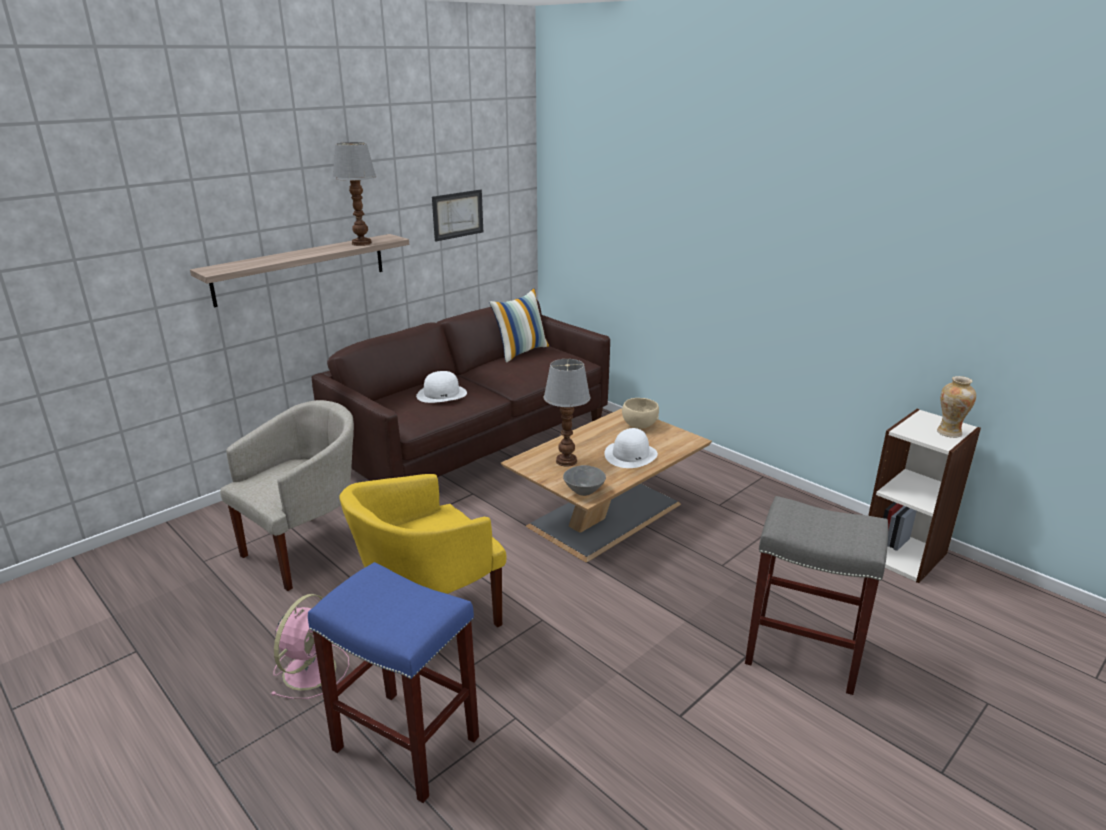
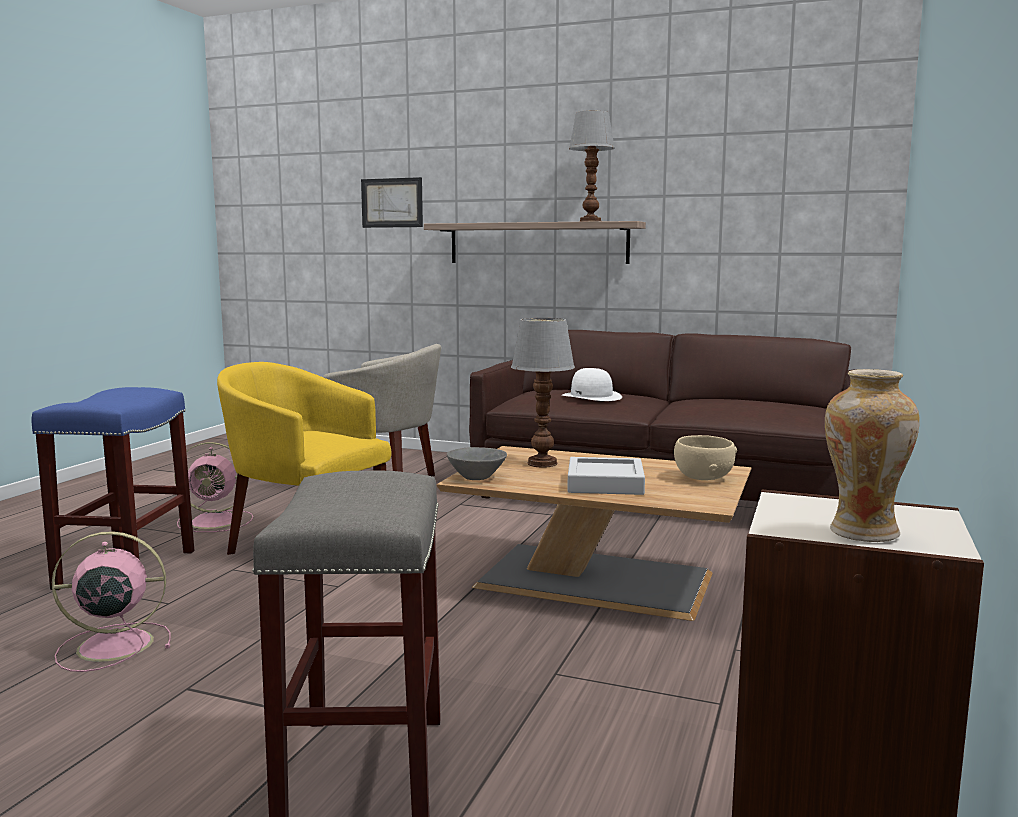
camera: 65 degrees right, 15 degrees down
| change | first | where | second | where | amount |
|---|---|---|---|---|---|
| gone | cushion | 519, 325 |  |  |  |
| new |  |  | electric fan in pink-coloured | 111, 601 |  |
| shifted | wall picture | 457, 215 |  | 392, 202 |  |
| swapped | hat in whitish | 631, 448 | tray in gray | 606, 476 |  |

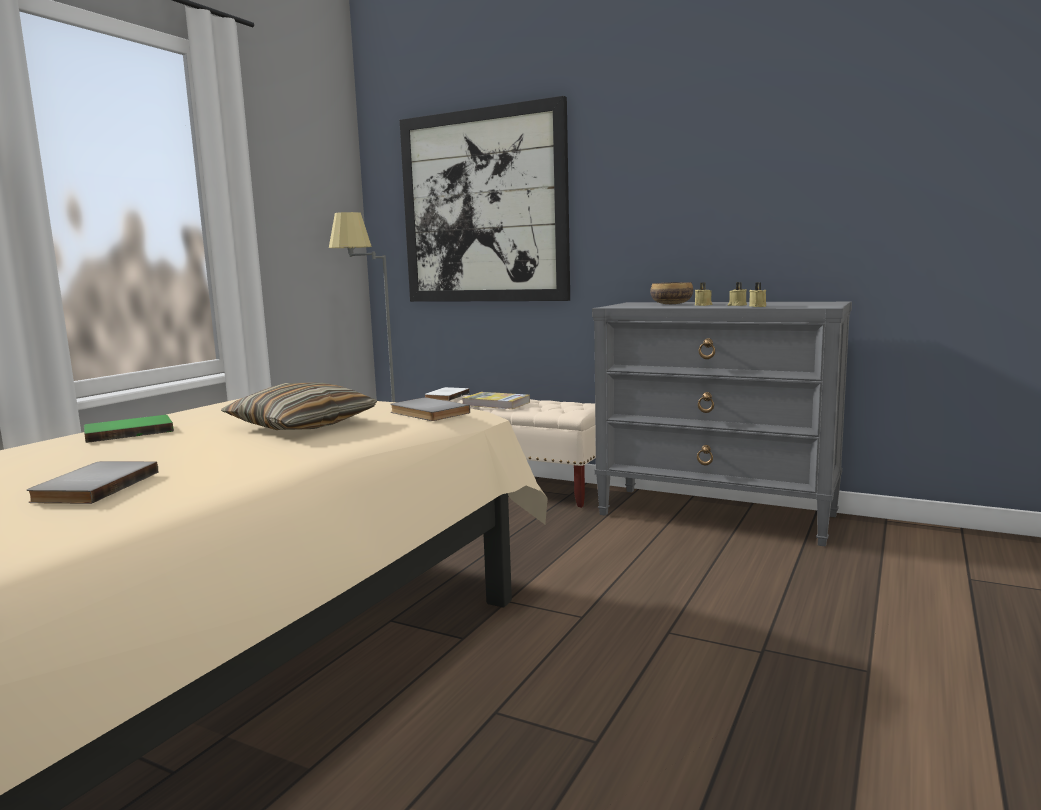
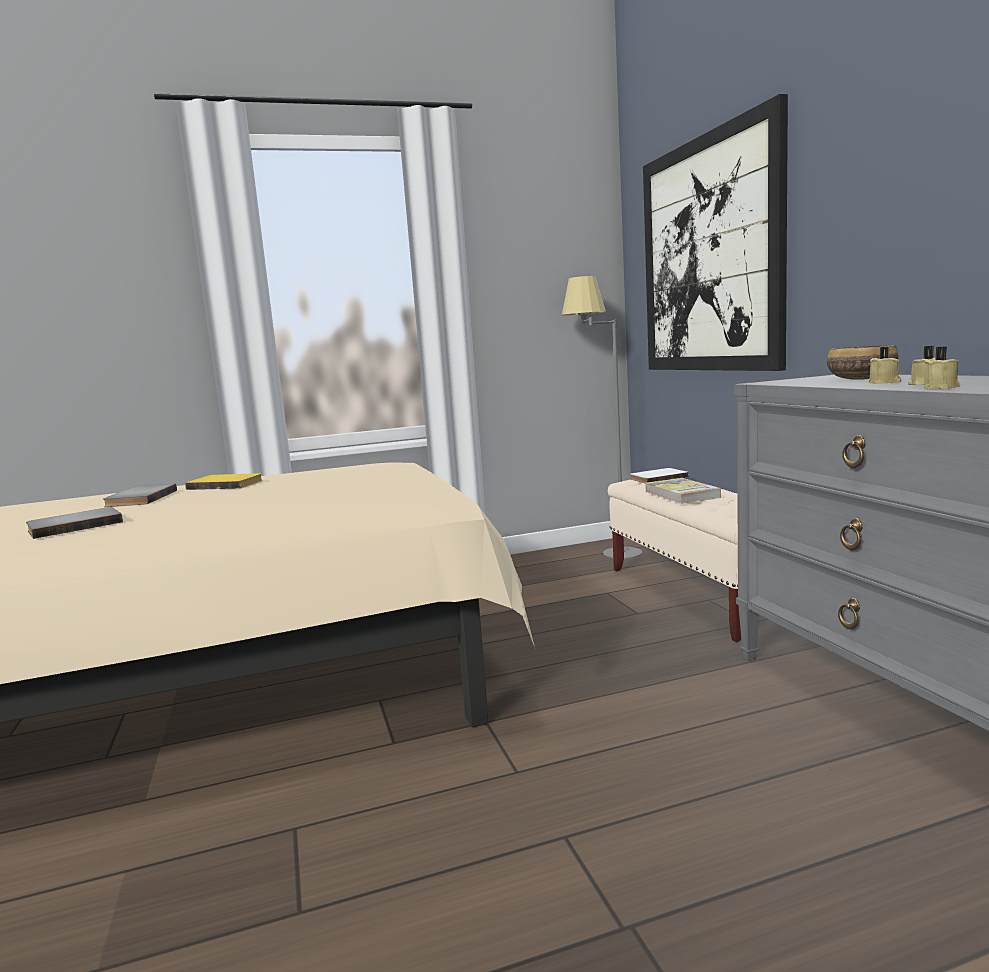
camera: 45 degrees right, 0 degrees up
| change | first | where | second | where | amount |
|---|---|---|---|---|---|
| gone | cushion | 299, 406 |  |  |  |
| shifted | bound book in gray | 430, 409 |  | 140, 495 |  |
| repainted | bound book in green-coloured | 129, 429 | bound book in yellow-coloured | 224, 481 |  |

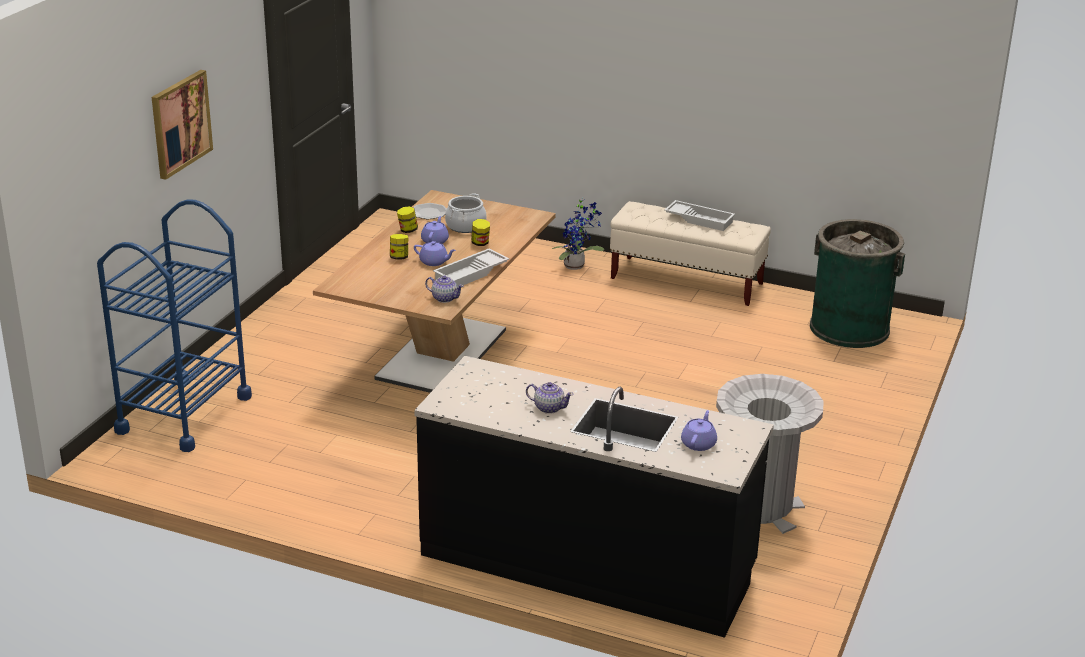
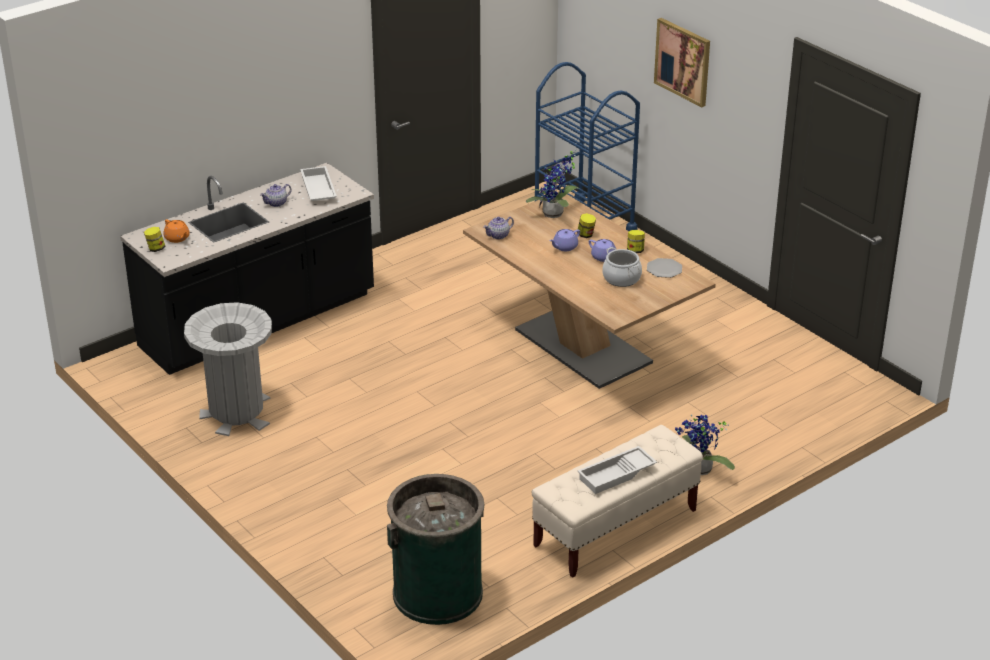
camera: 120 degrees right, 5 degrees up
| change | first | where | second | where | amount |
|---|---|---|---|---|---|
| new |  |  | plant in a pot | 553, 184 |  |
| shifted | tray in whitish | 471, 267 |  | 318, 183 |  |
| shifted | jar | 480, 232 |  | 155, 239 |  |
| repainted | tea pot in purple-coloured | 699, 430 | tea pot in orangey | 176, 231 |  |

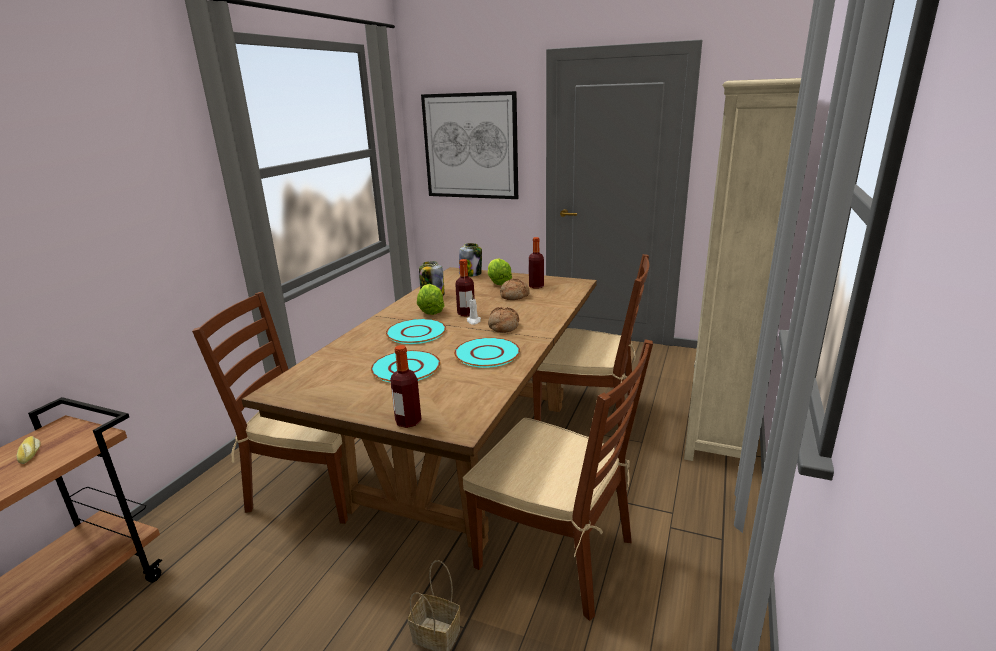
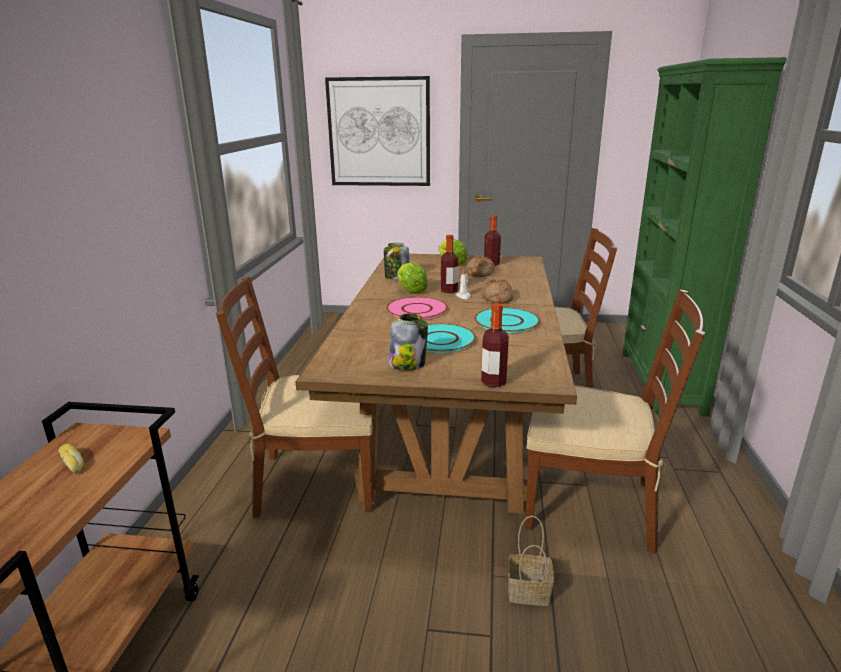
camera: 15 degrees left, 0 degrees up
| change | first | where | second | where | amount |
|---|---|---|---|---|---|
| shifted | jar | 470, 259 |  | 408, 342 |  |
| repainted | plate in turquoise-coloured | 416, 331 | plate in pink-coloured | 417, 308 |  |
| repainted | bookcase in beige | 742, 269 | bookcase in green-coloured | 704, 237 |  |

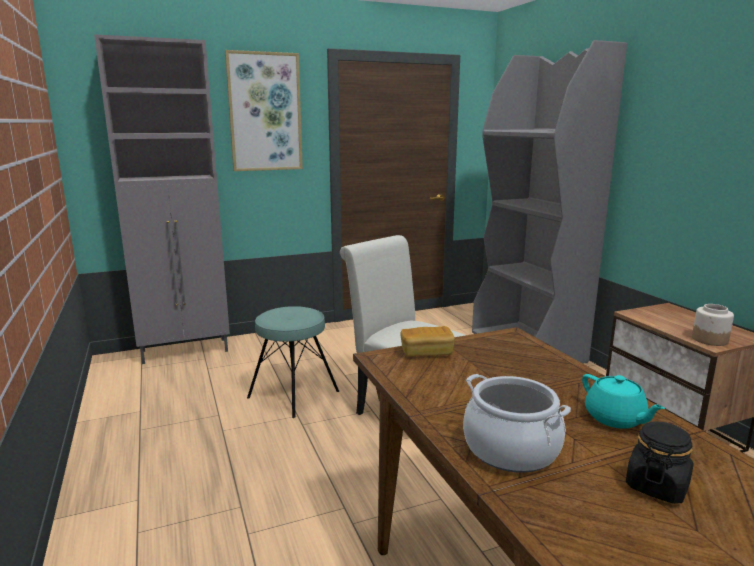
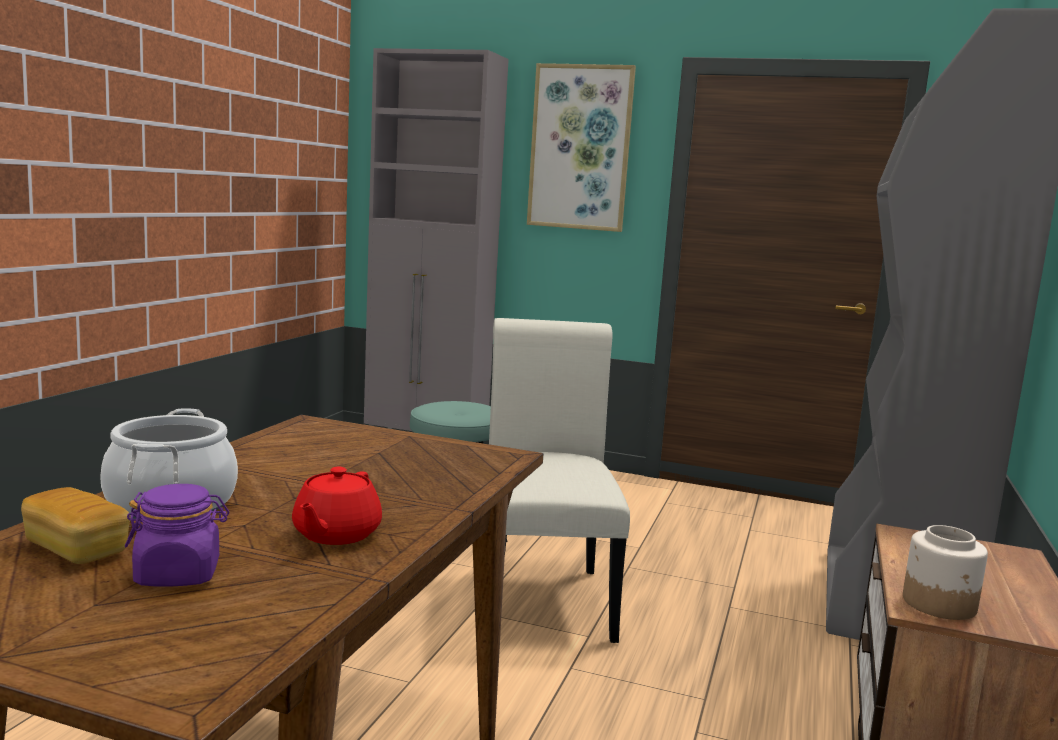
camera: 40 degrees right, 5 degrees down
| change | first | where | second | where | amount |
|---|---|---|---|---|---|
| shifted | baked bread | 427, 341 |  | 75, 525 |  |
| repainted | tea pot in turquoise-coloured | 623, 401 | tea pot in red | 337, 506 |  |
| repainted | jar in black-coloured | 659, 462 | jar in purple-coloured | 177, 535 |  |

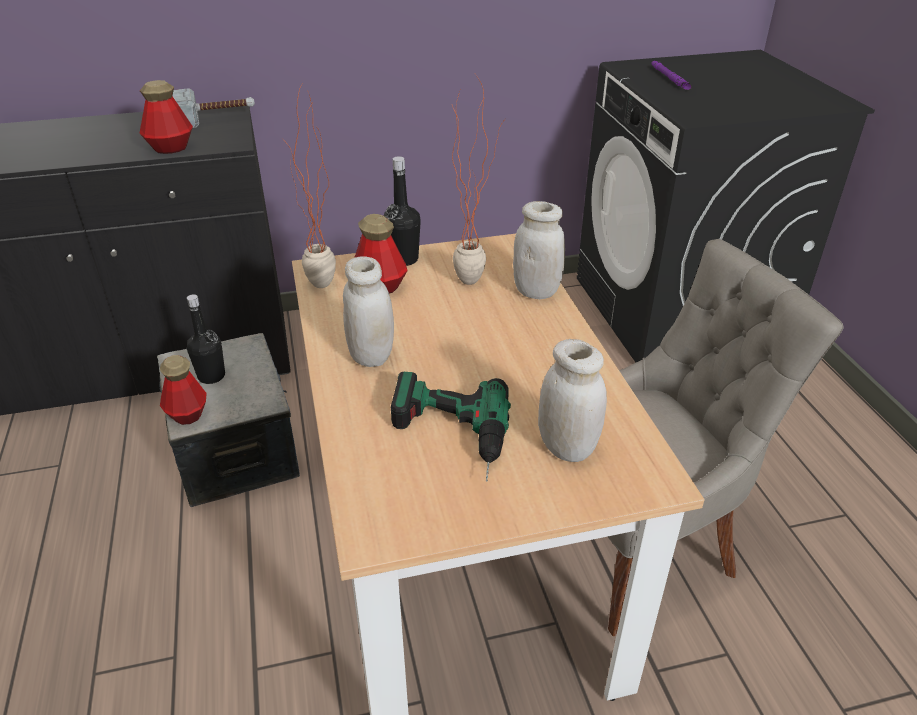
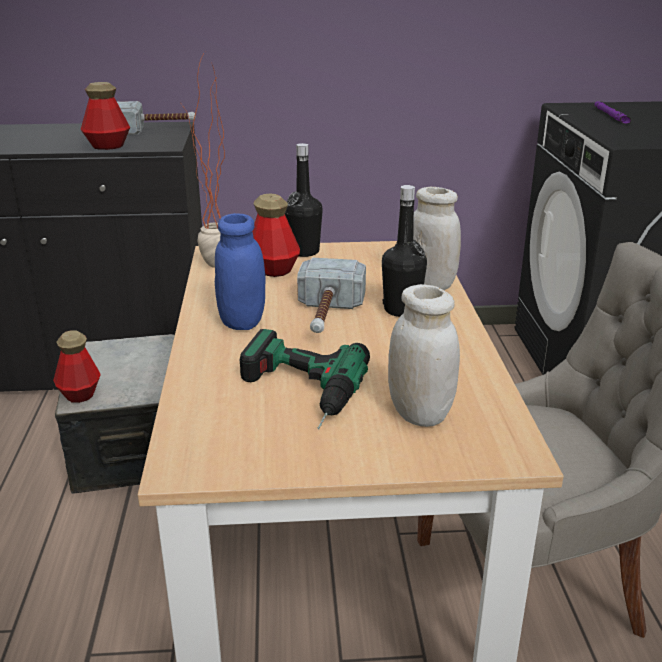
camera: 10 degrees right, 10 degrees down
| change | first | where | second | where | amount |
|---|---|---|---|---|---|
| gone | plant in a pot | 478, 179 |  |  |  |
| new |  |  | hand hammer | 331, 295 |  |
| shifted | drink bottle in black-coloured | 206, 339 |  | 404, 251 |  |
| repainted | jar in whitish | 368, 311 | jar in blue | 240, 271 |  |

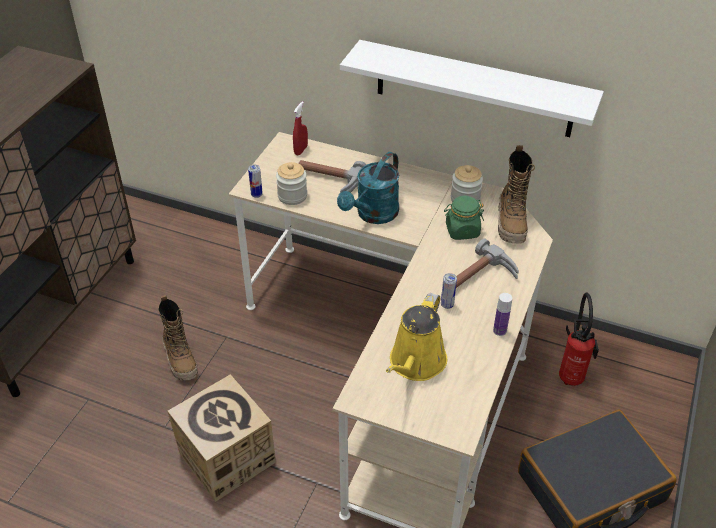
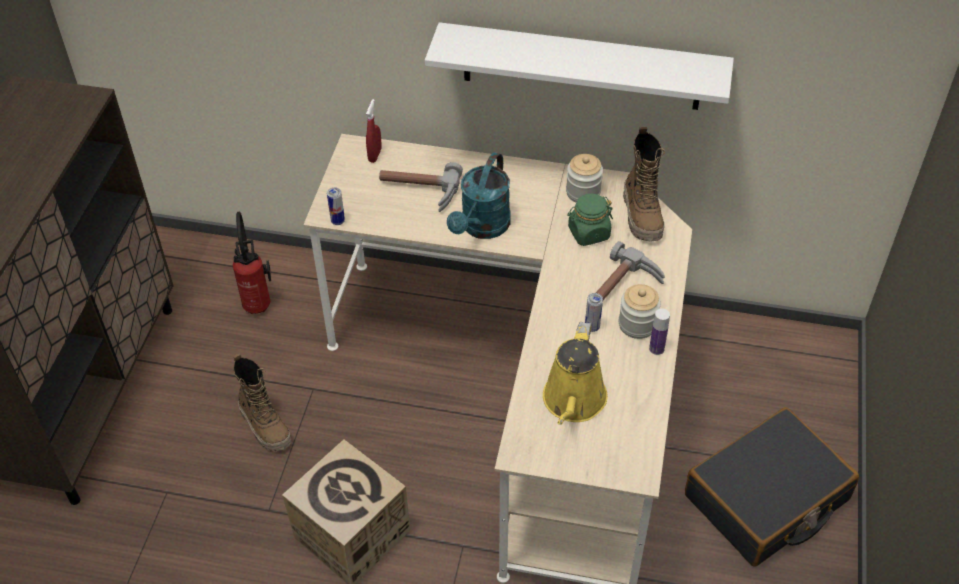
camera: 10 degrees left, 5 degrees up
| change | first | where | second | where | amount |
|---|---|---|---|---|---|
| shifted | jar | 291, 183 |  | 640, 311 |  |
| shifted | extinguisher | 579, 339 |  | 252, 263 |  |

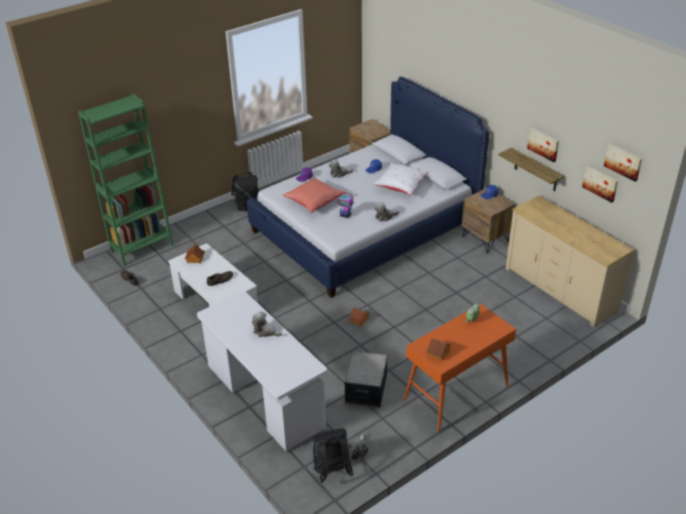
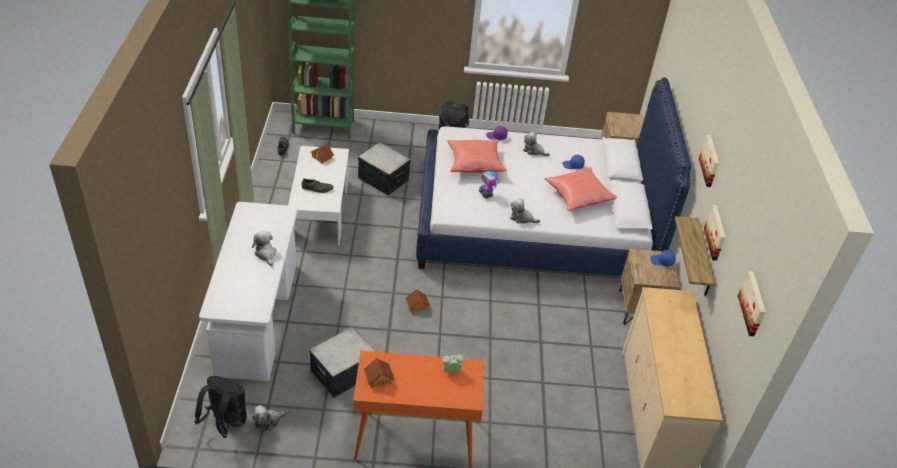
camera: 35 degrees right, 5 degrees up
| change | first | where | second | where | amount |
|---|---|---|---|---|---|
| new |  |  | storage bin | 384, 169 |  |
| shifted | wall picture | 600, 184 |  | 709, 161 |  |
| repainted | cushion in whitish | 401, 179 | cushion in red | 581, 189 |  |

